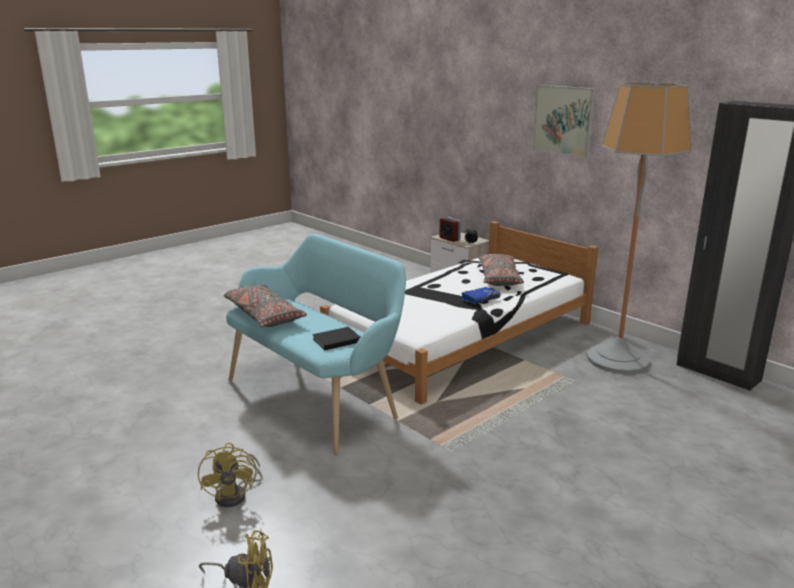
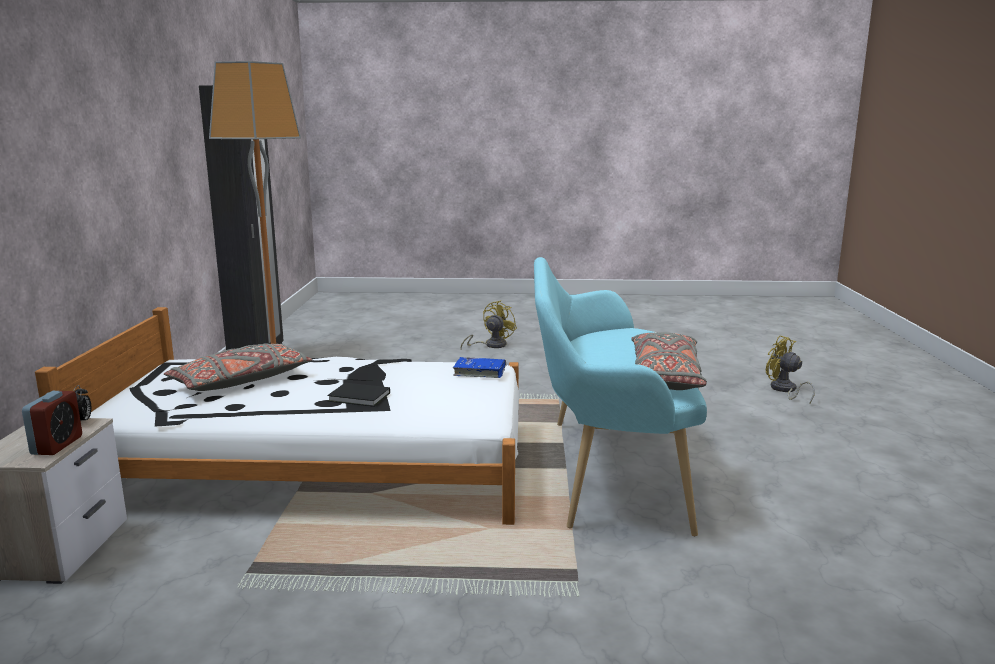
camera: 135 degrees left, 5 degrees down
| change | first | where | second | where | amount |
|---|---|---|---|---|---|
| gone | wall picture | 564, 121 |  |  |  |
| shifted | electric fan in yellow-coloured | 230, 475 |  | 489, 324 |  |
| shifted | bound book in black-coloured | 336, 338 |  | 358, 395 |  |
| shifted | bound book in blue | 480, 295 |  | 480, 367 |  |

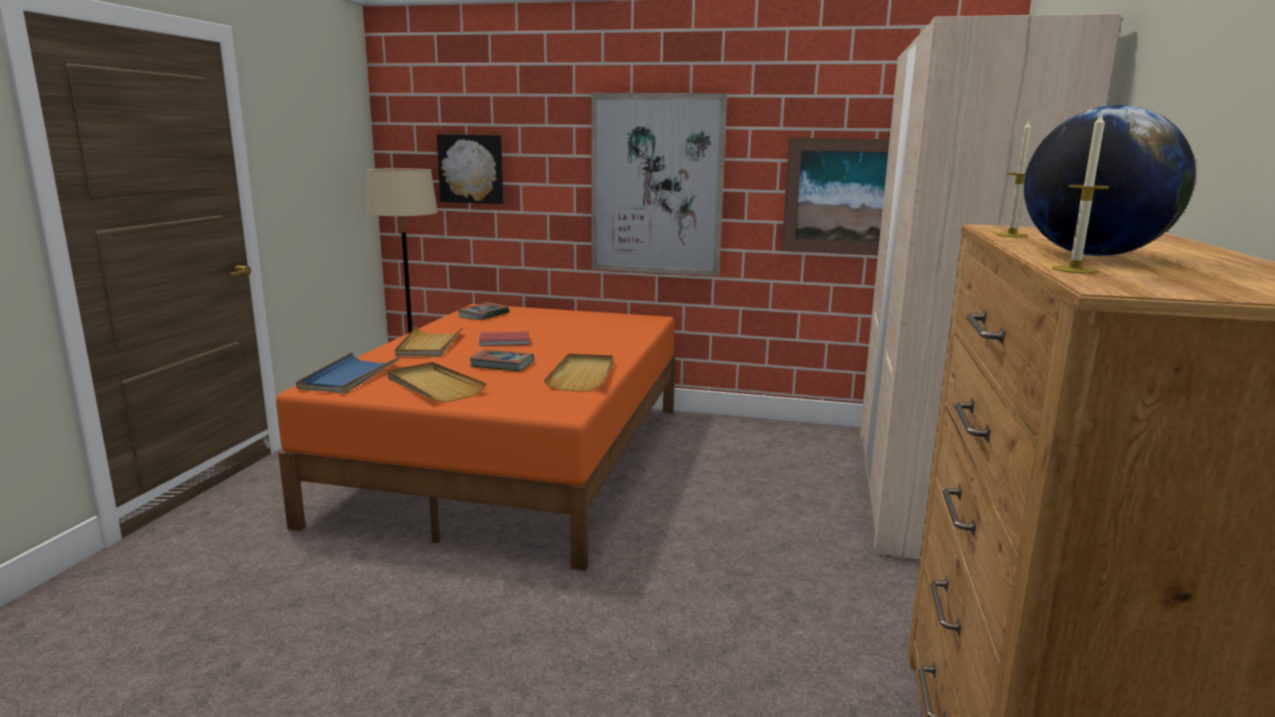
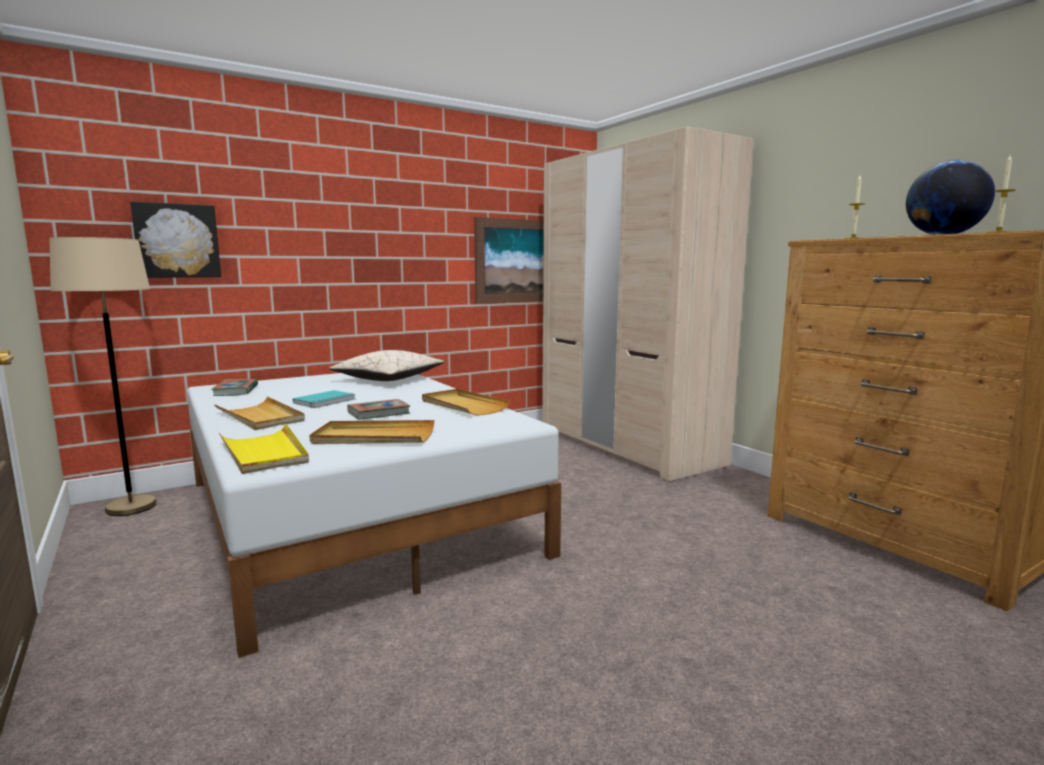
camera: 45 degrees left, 5 degrees down
| change | first | where | second | where | amount |
|---|---|---|---|---|---|
| gone | wall picture | 659, 184 |  |  |  |
| new |  |  | cushion in beige | 387, 365 |  |
| repainted | sleeping bed in orangey | 475, 437 | sleeping bed in whitish | 374, 515 |  |
| repainted | tray in blue | 348, 373 | tray in yellow-coloured | 264, 449 |  |
| repainted | bound book in red | 504, 338 | bound book in turquoise-coloured | 324, 399 |  |

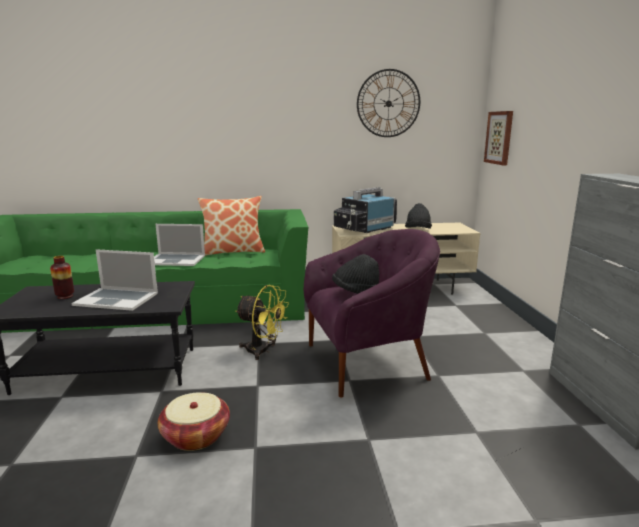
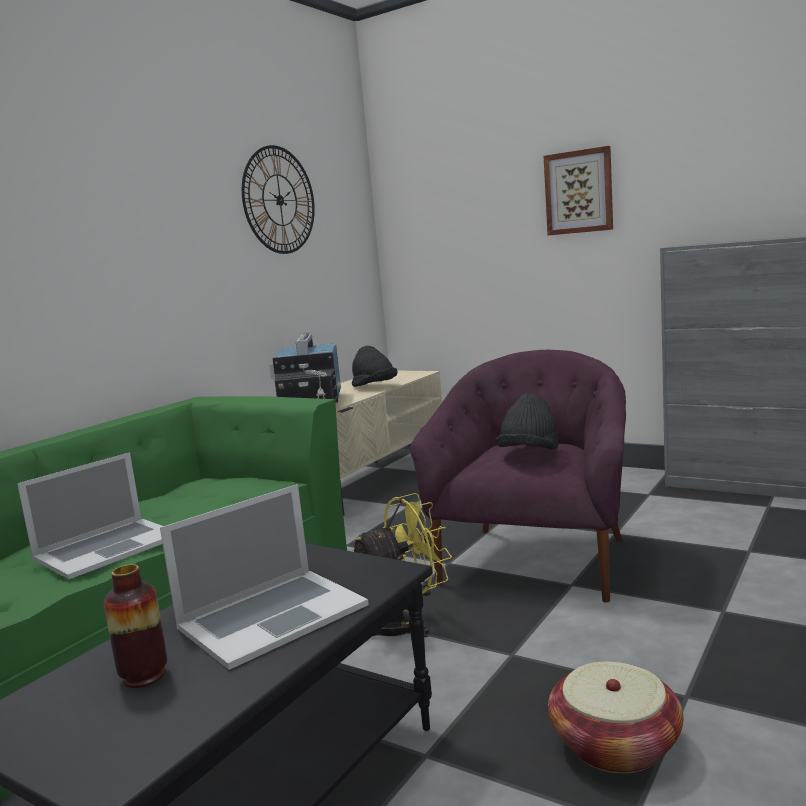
camera: 50 degrees left, 5 degrees down
| change | first | where | second | where | amount |
|---|---|---|---|---|---|
| gone | cushion | 231, 226 |  |  |  |
| shifted | wall picture | 498, 138 |  | 578, 190 |  |

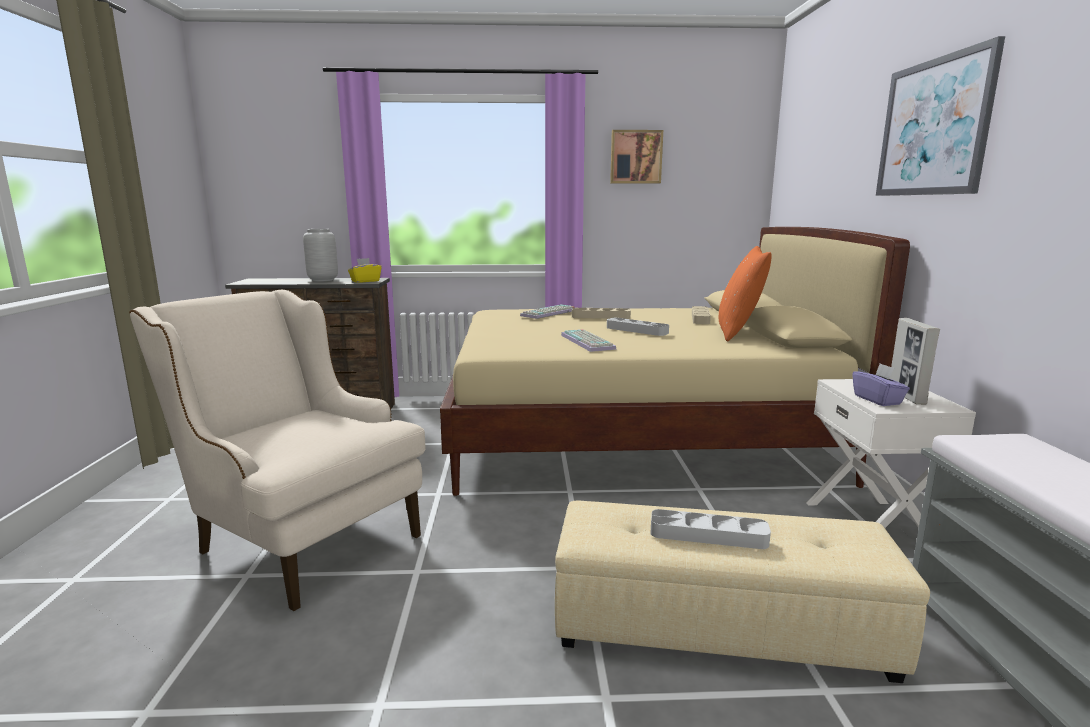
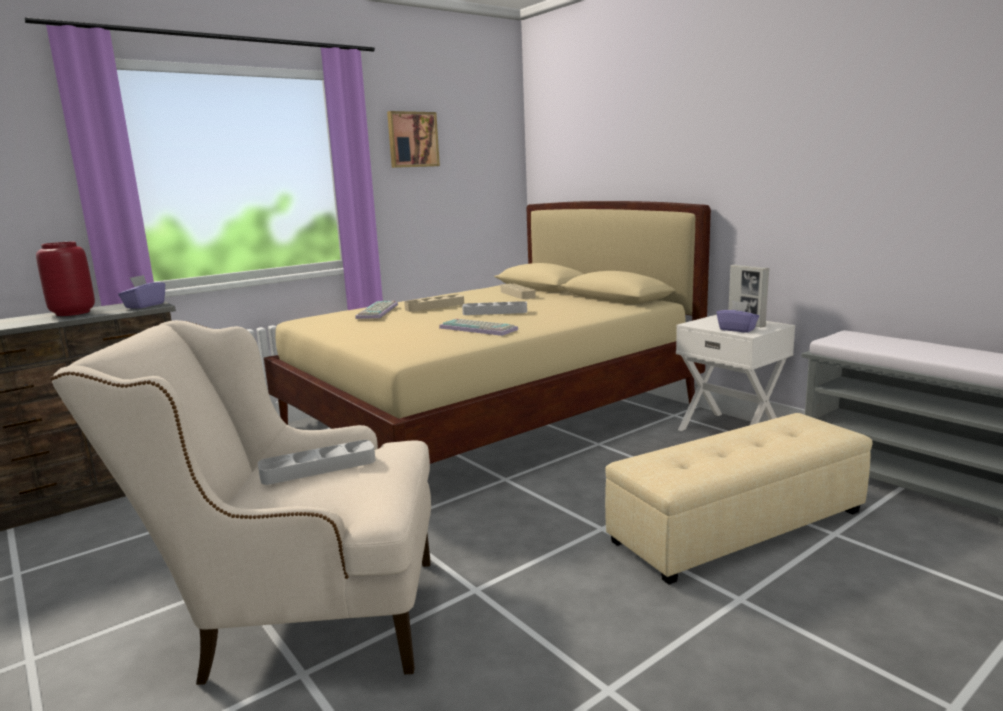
camera: 35 degrees left, 0 degrees up
| change | first | where | second | where | amount |
|---|---|---|---|---|---|
| gone | cushion in orangey | 745, 294 |  |  |  |
| gone | wall picture | 940, 116 |  |  |  |
| shifted | tray in gray | 710, 529 |  | 316, 462 |  |
| repainted | vase in gray | 320, 255 | vase in red | 65, 279 |  |
| repainted | tissue holder in yellow-coloured | 365, 270 | tissue holder in purple-coloured | 141, 292 |  |

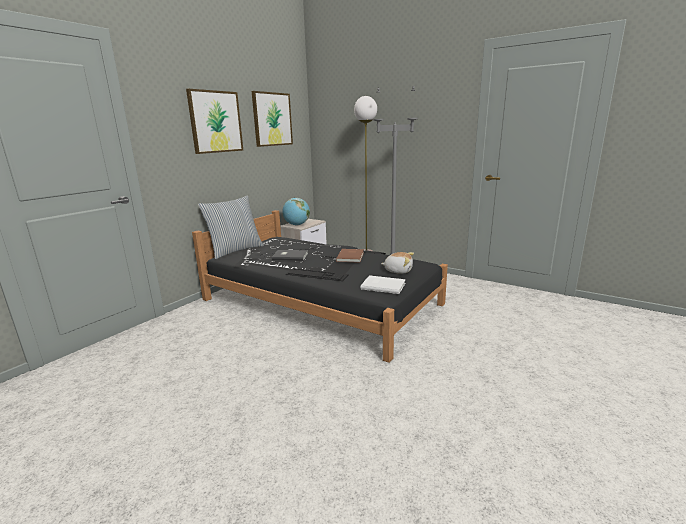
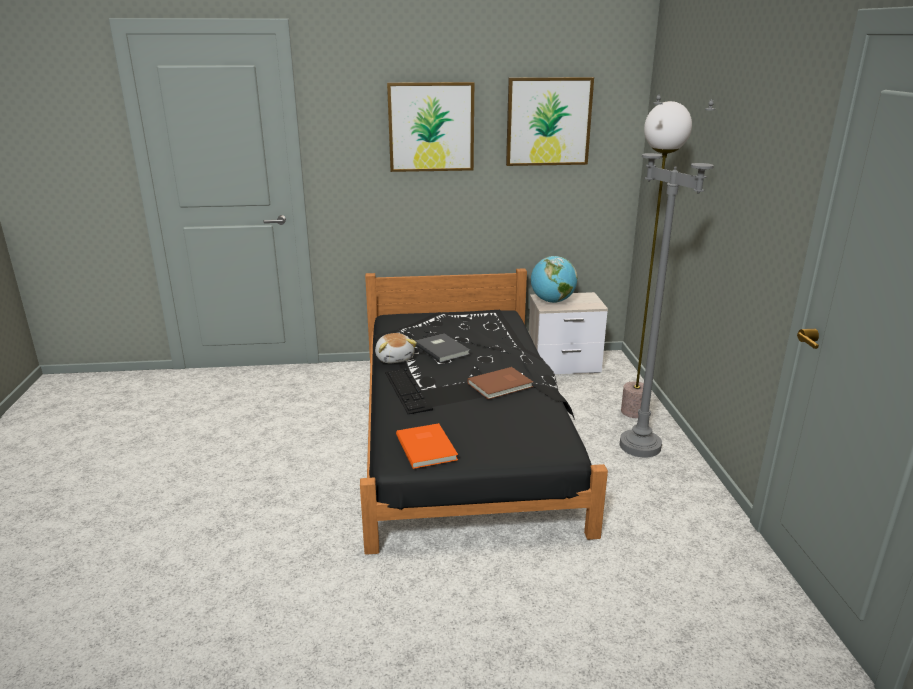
camera: 50 degrees right, 5 degrees up
| change | first | where | second | where | amount |
|---|---|---|---|---|---|
| gone | cushion | 231, 227 |  |  |  |
| shifted | soft toy | 397, 263 |  | 396, 348 |  |
| repainted | bound book in whitish | 383, 284 | bound book in orangey | 427, 446 |  |

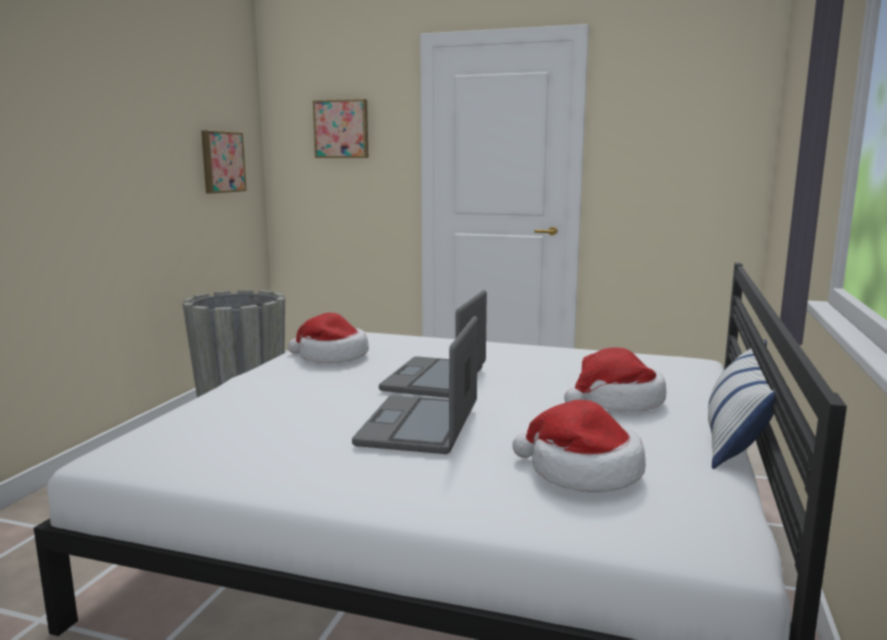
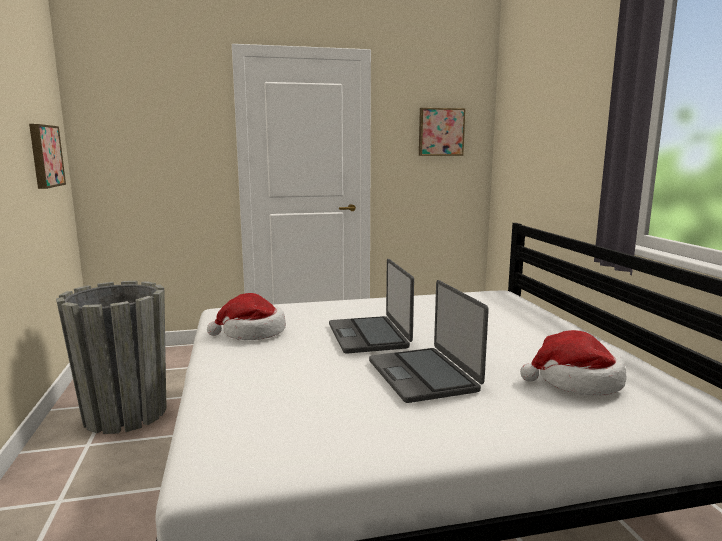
camera: 30 degrees left, 0 degrees up
| change | first | where | second | where | amount |
|---|---|---|---|---|---|
| gone | hat | 615, 379 |  |  |  |
| gone | cushion | 743, 404 |  |  |  |
| shifted | wall picture | 340, 128 |  | 442, 132 |  |

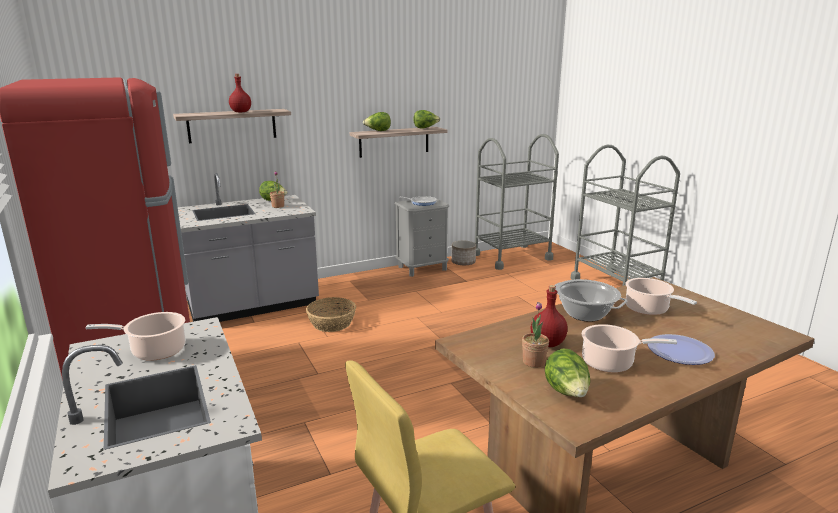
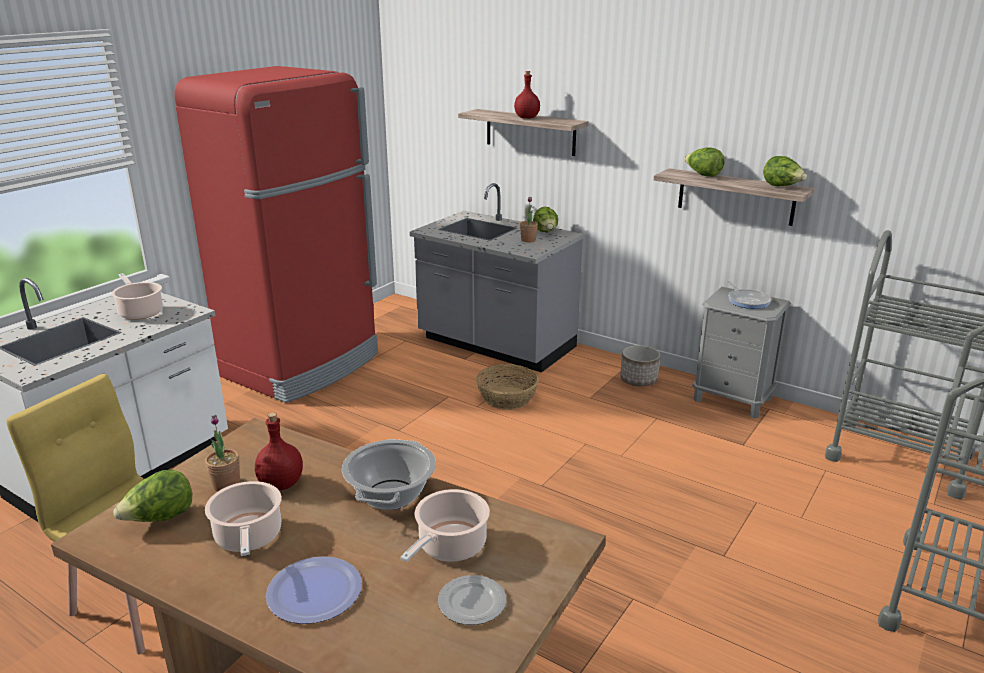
camera: 60 degrees right, 5 degrees up
| change | first | where | second | where | amount |
|---|---|---|---|---|---|
| new |  |  | plate | 472, 600 |  |
| shifted | flower pot | 464, 253 |  | 640, 366 |  |

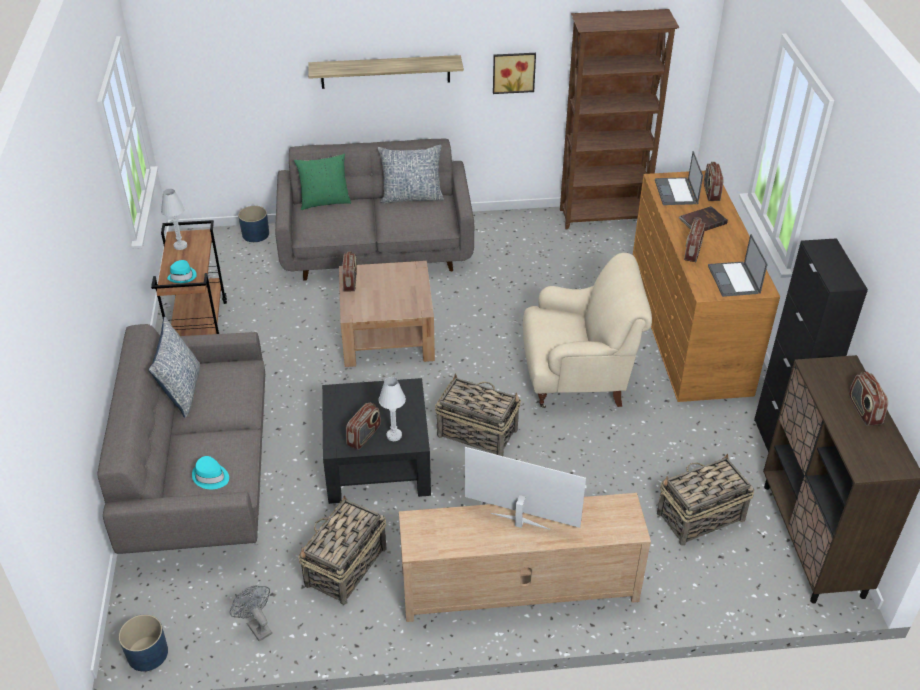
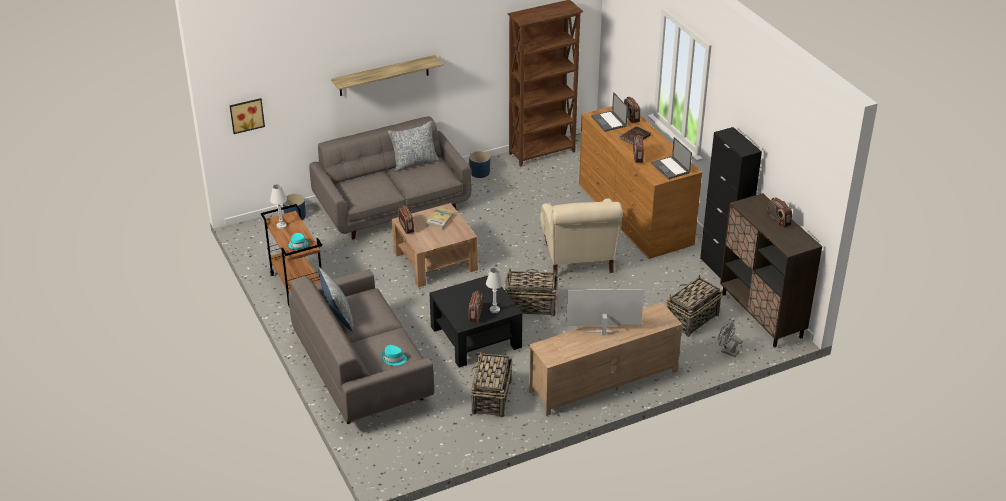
camera: 20 degrees left, 5 degrees down
| change | first | where | second | where | amount |
|---|---|---|---|---|---|
| gone | cushion in green-coloured | 322, 182 |  |  |  |
| new |  |  | bound book | 440, 219 |  |
| shifted | flower pot in blue | 143, 642 |  | 479, 164 |  |
| shifted | electric fan in gray | 251, 613 |  | 730, 339 |  |
| shifted | wall picture | 514, 73 |  | 247, 116 |  |
| rotated | lounge chair in beige | 587, 330 |  | 581, 236 | 105 degrees clockwise |

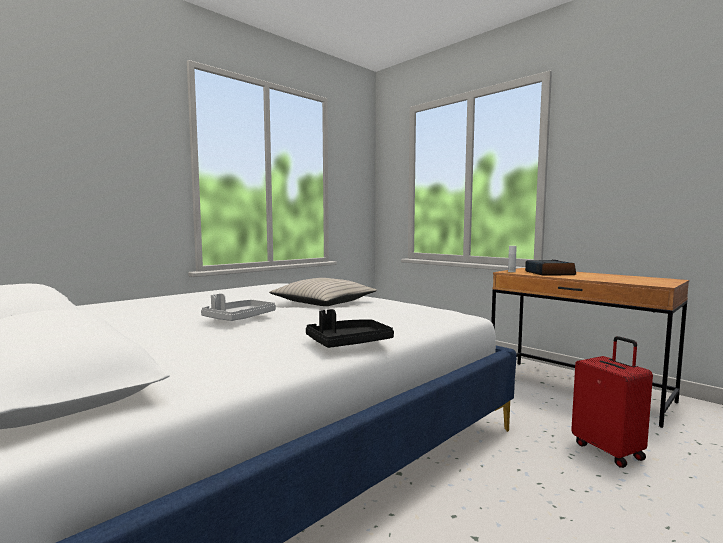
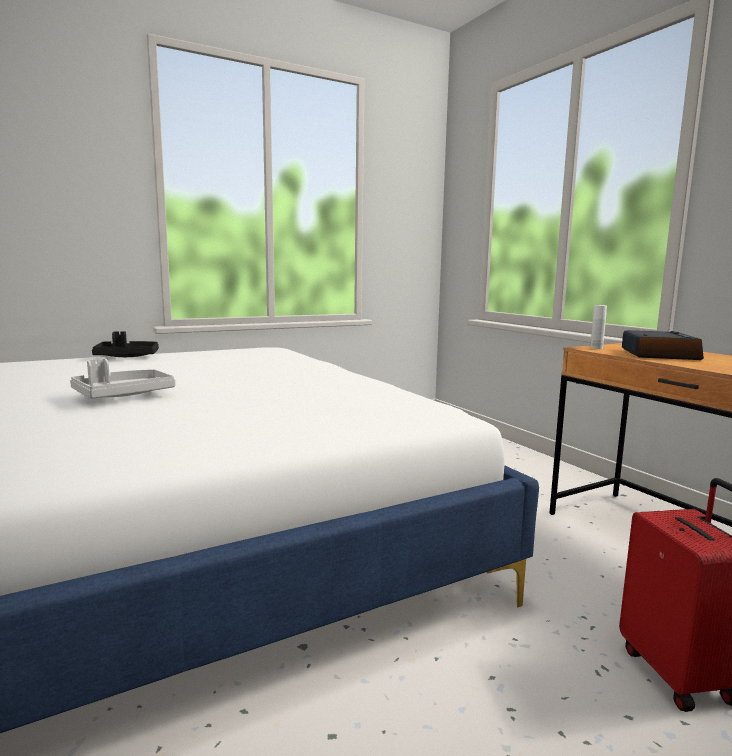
camera: 15 degrees right, 5 degrees up
| change | first | where | second | where | amount |
|---|---|---|---|---|---|
| gone | cushion in beige | 323, 292 |  |  |  |
| shifted | tray in black-coloured | 350, 328 |  | 125, 344 |  |

